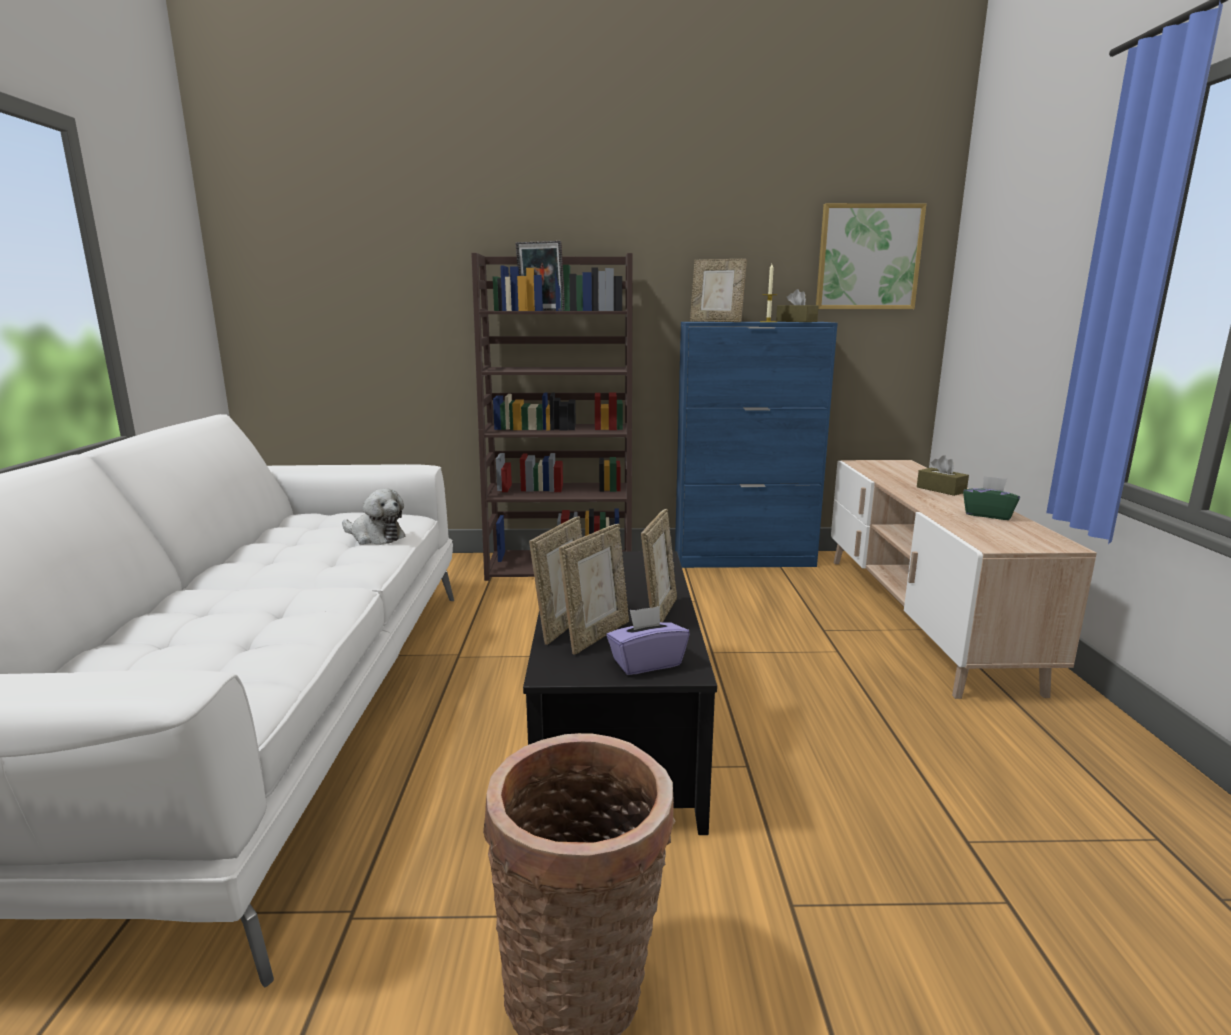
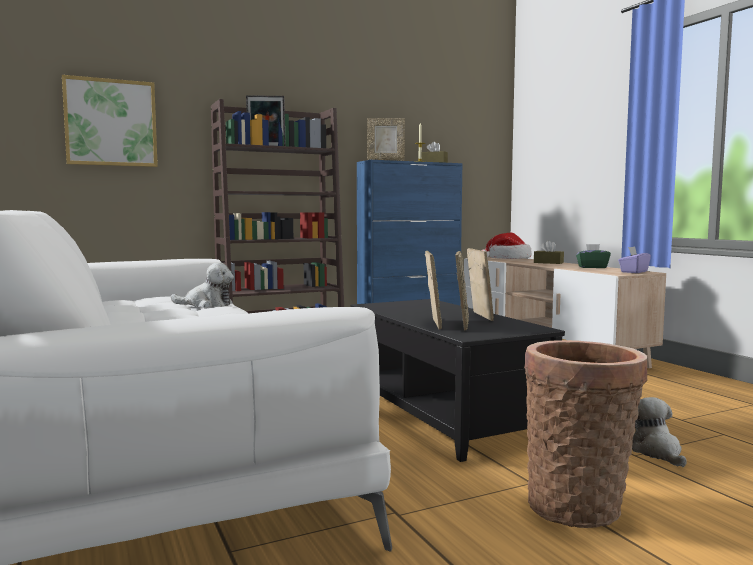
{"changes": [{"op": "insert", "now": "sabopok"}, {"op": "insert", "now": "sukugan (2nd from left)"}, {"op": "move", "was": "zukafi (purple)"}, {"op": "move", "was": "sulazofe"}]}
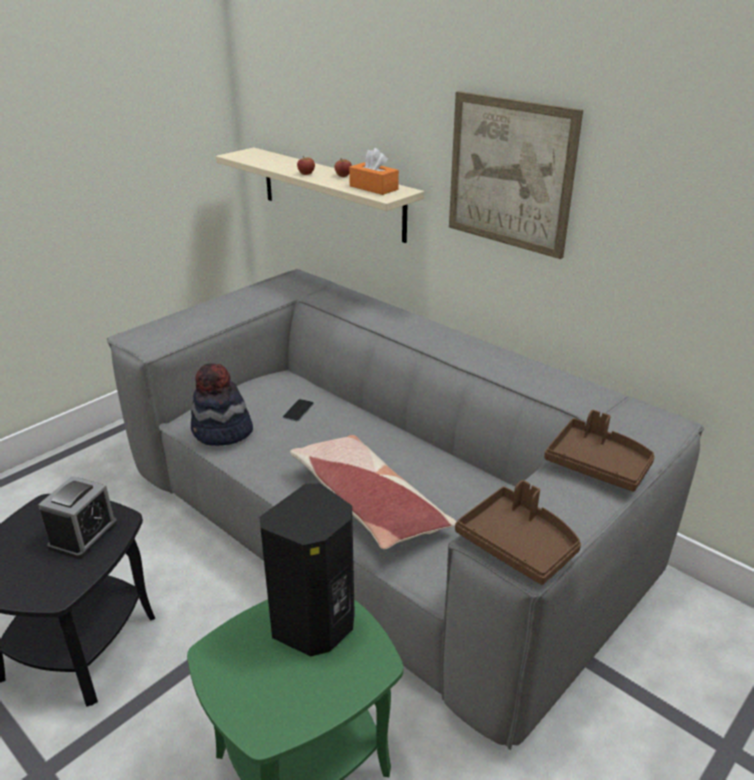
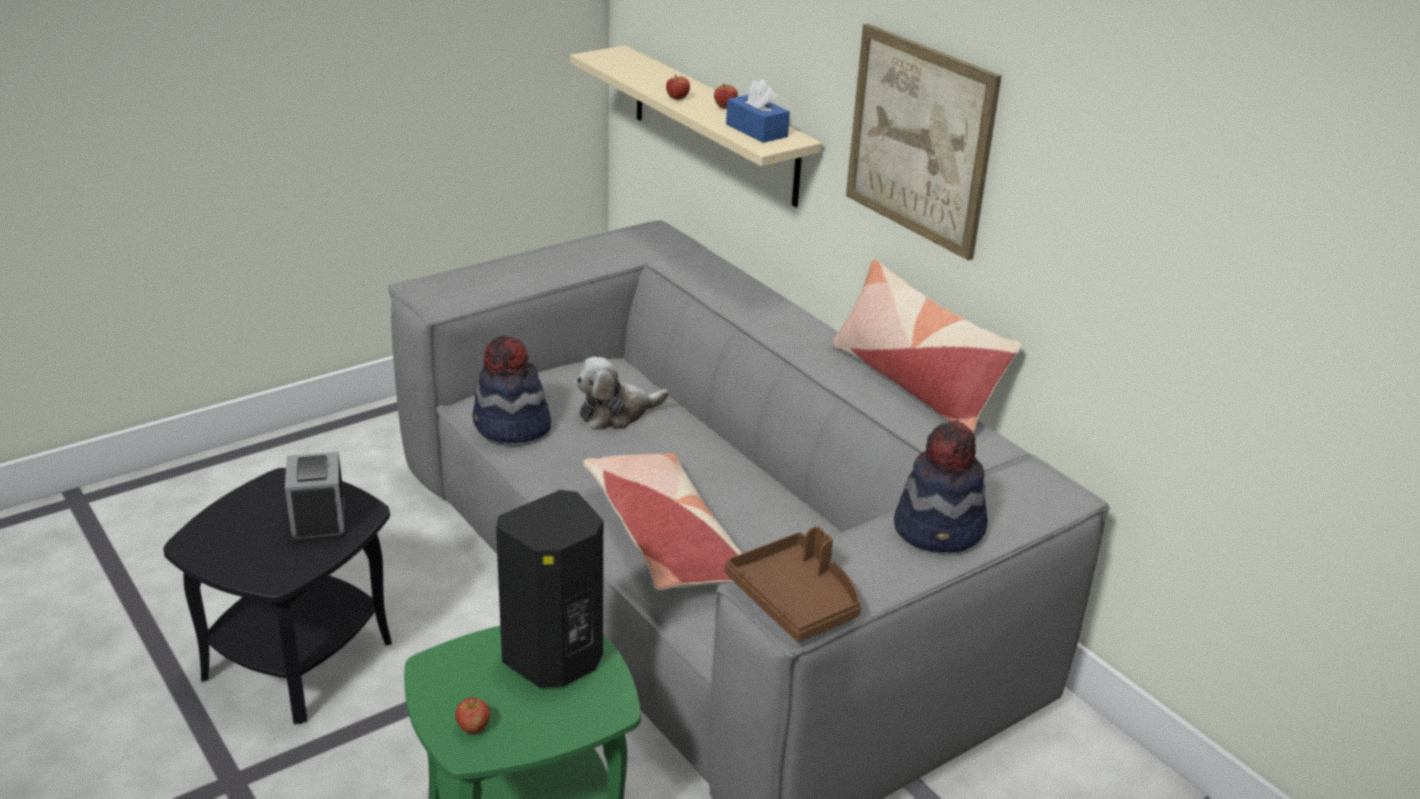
{"changes": [{"op": "insert", "now": "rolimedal (1st from left)"}, {"op": "insert", "now": "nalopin (2nd from left)"}, {"op": "replace", "was": "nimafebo", "now": "sukugan"}, {"op": "replace", "was": "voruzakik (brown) (2nd from left)", "now": "sabopok (2nd from left)"}, {"op": "recolor", "was": "zukafi (orange)", "now": "zukafi (blue)"}, {"op": "rotate", "was": "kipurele", "clockwise": 135}]}
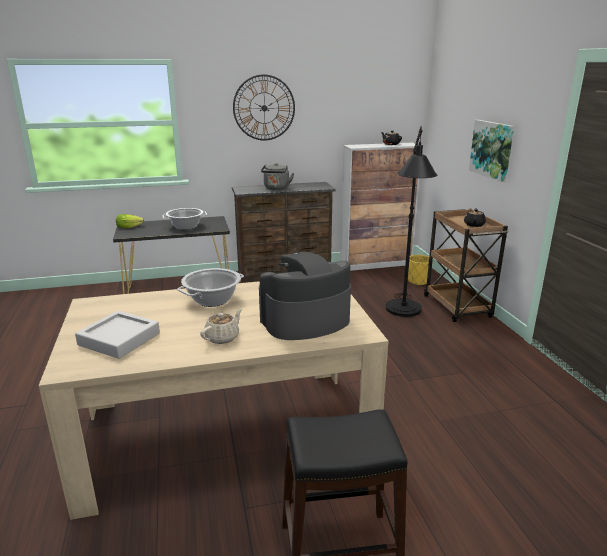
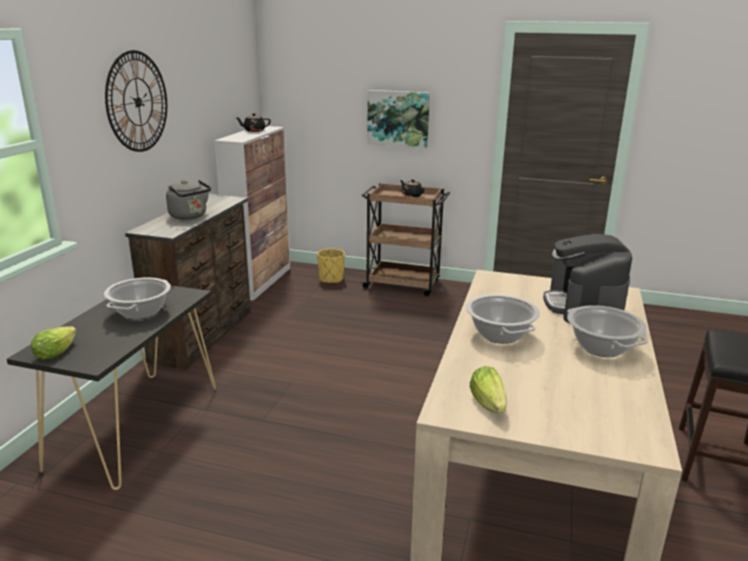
{"changes": [{"op": "delete", "was": "voruzakik (grey)"}, {"op": "delete", "was": "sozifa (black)"}, {"op": "insert", "now": "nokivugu (2nd from left)"}, {"op": "replace", "was": "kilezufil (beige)", "now": "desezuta (3rd from left)"}]}
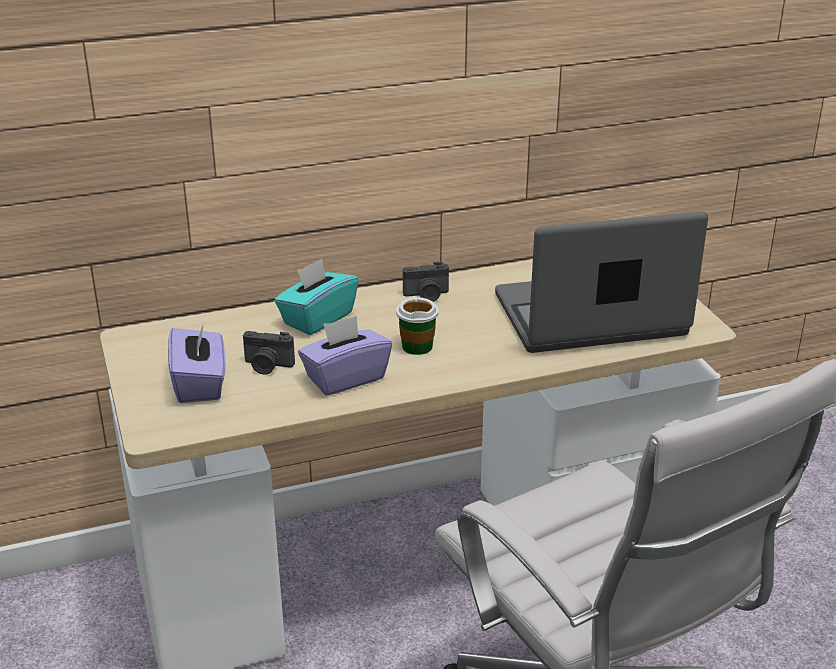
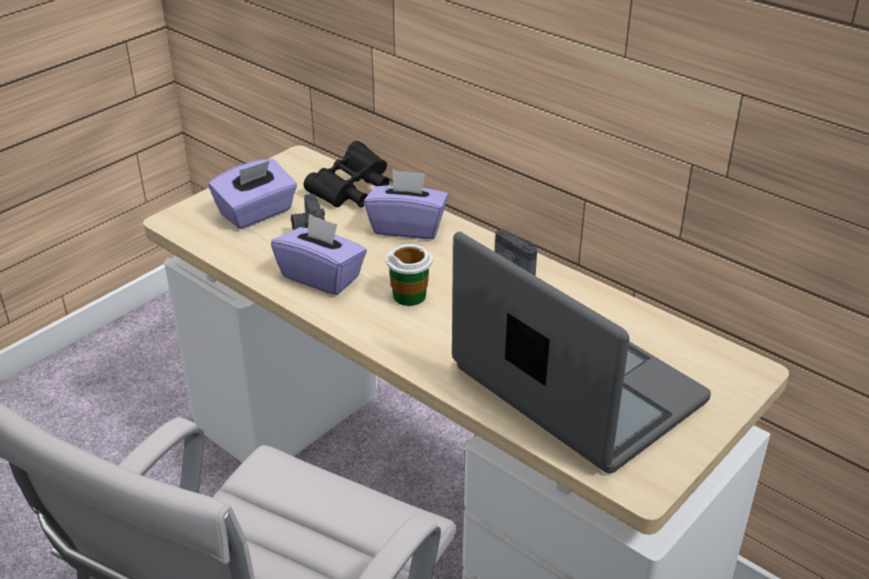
{"changes": [{"op": "insert", "now": "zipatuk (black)"}, {"op": "recolor", "was": "zukafi (turquoise)", "now": "zukafi (purple) (3rd from left)"}]}
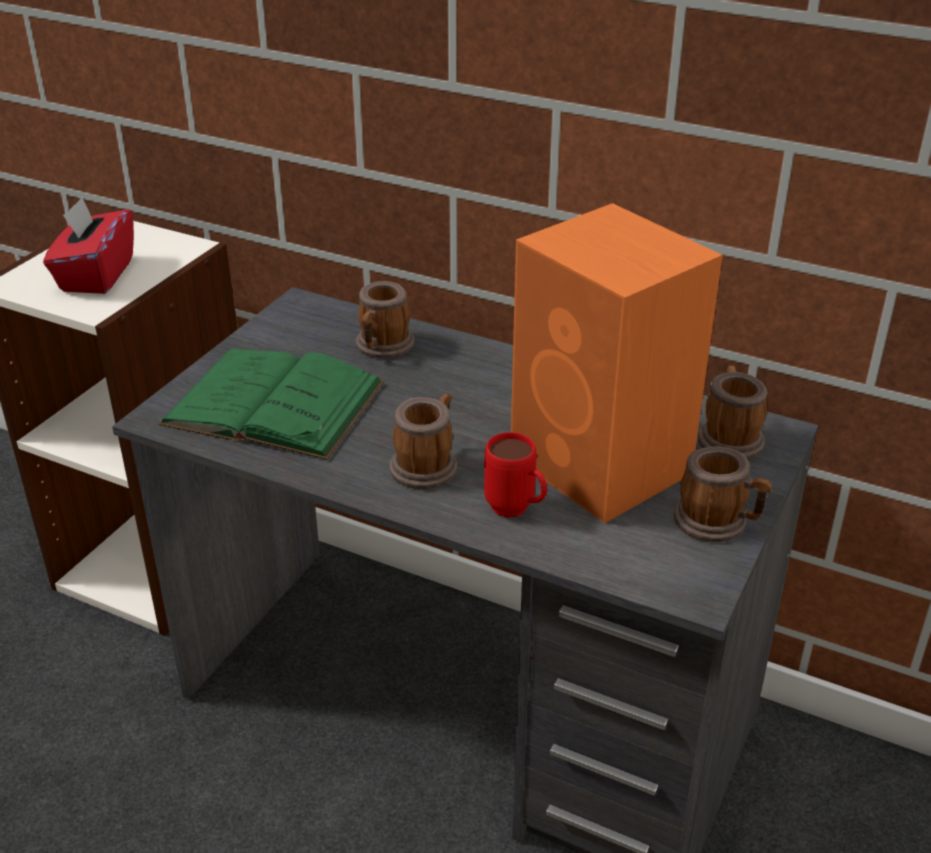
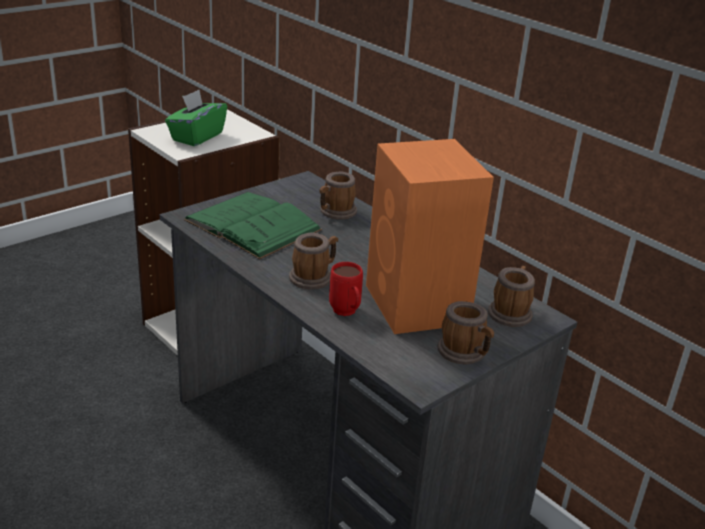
{"changes": [{"op": "recolor", "was": "zukafi (red)", "now": "zukafi (green)"}]}
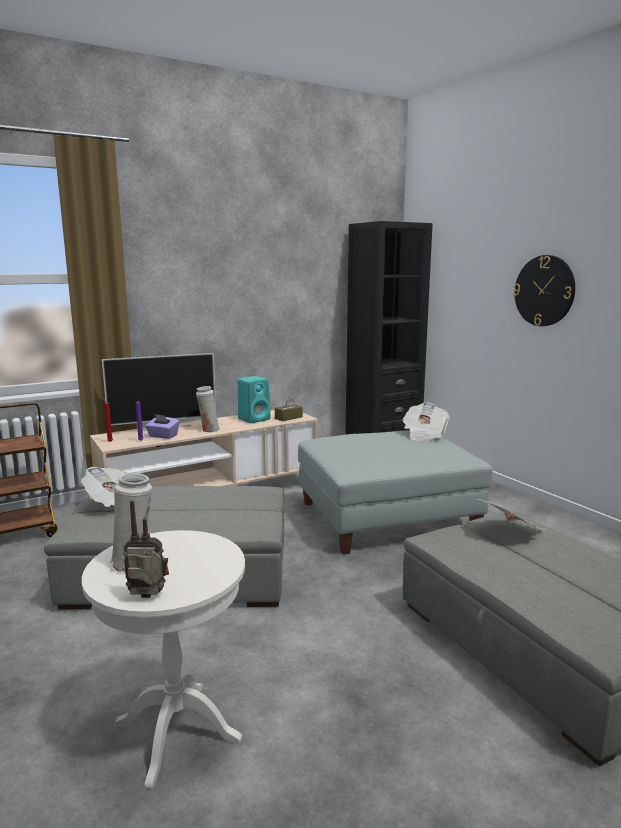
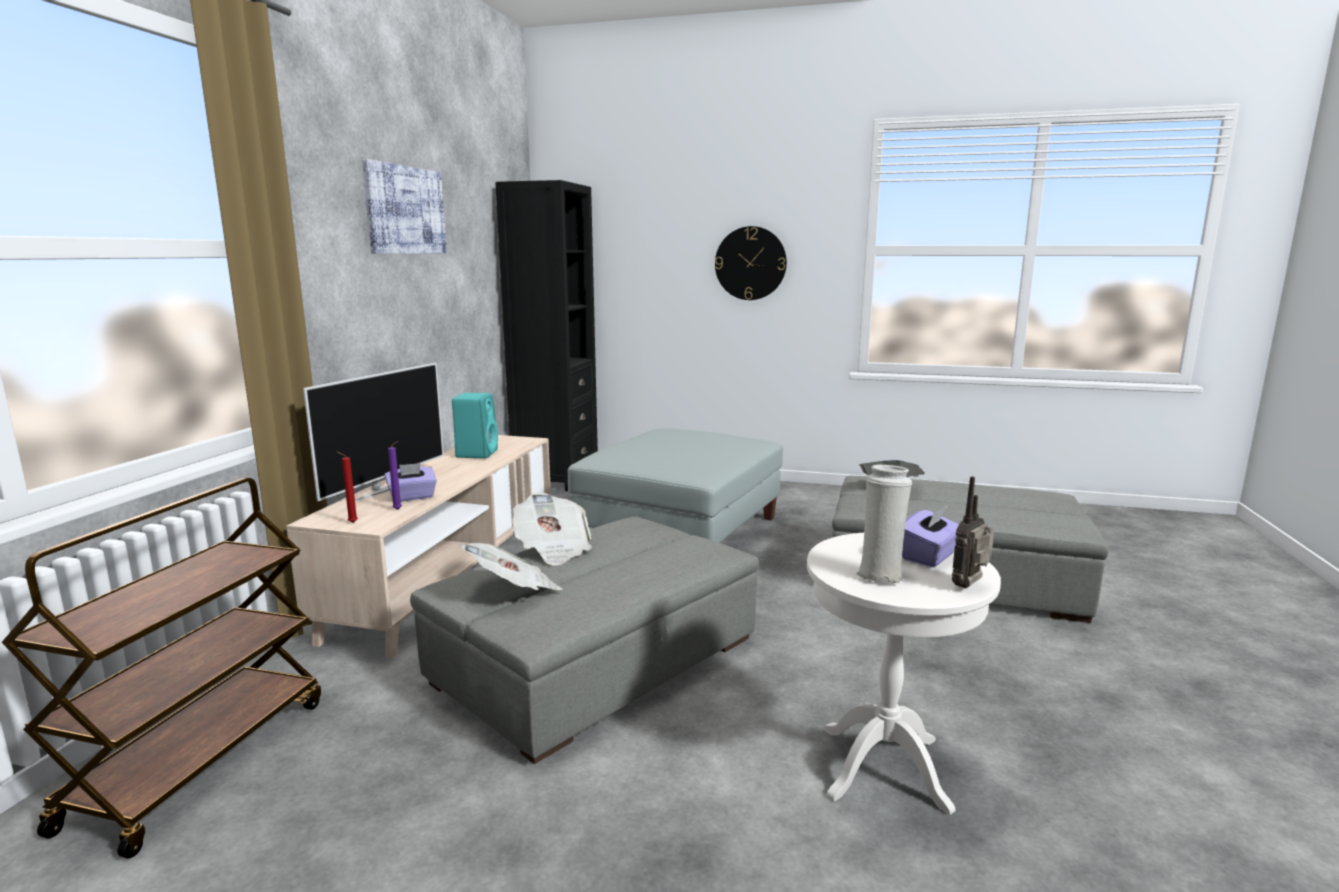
{"changes": [{"op": "delete", "was": "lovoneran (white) (2nd from left)"}, {"op": "delete", "was": "zukafi (brown)"}, {"op": "insert", "now": "sulazofe"}, {"op": "insert", "now": "zukafi (purple) (2nd from left)"}, {"op": "move", "was": "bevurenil (2nd from left)"}]}
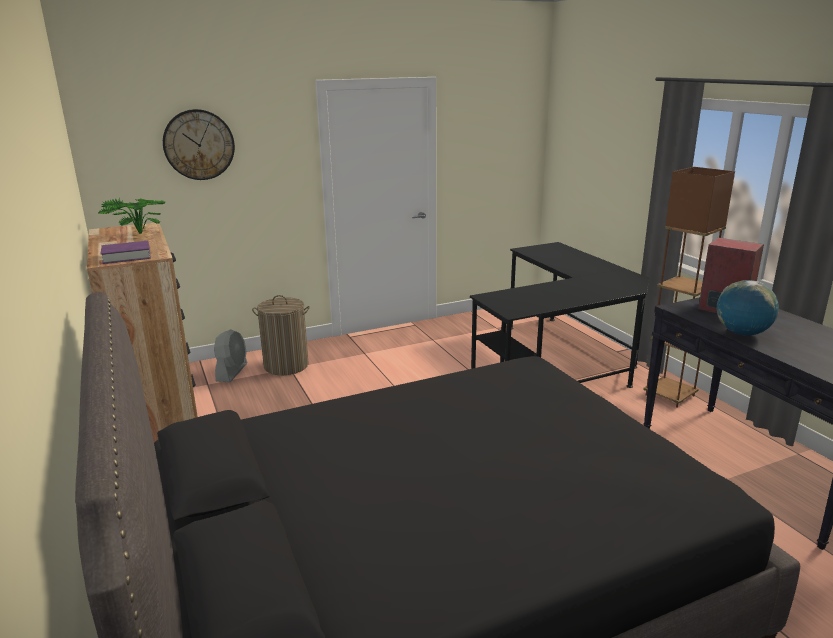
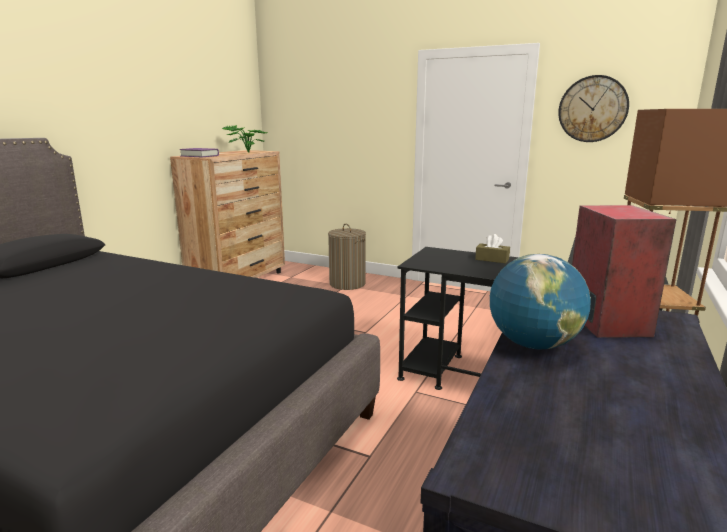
{"changes": [{"op": "delete", "was": "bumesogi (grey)"}, {"op": "insert", "now": "zukafi (brown)"}, {"op": "move", "was": "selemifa"}]}
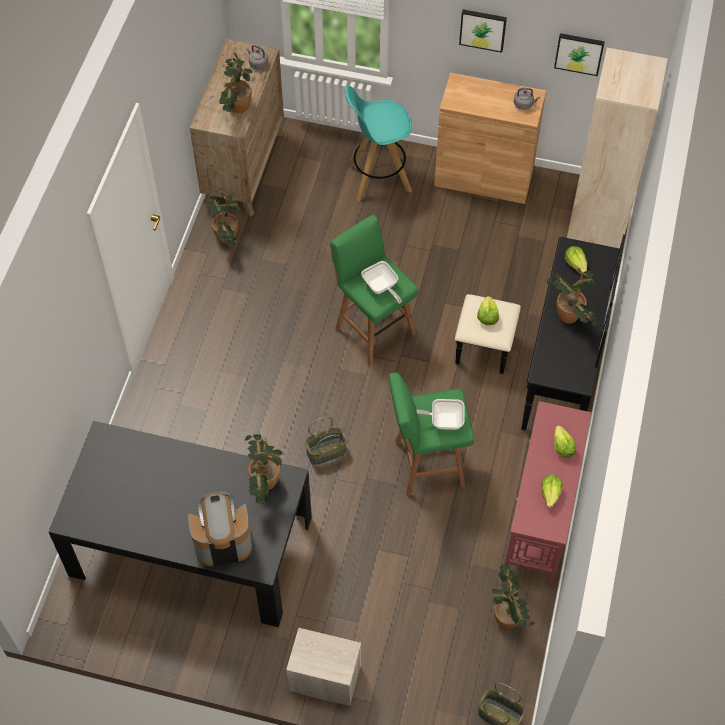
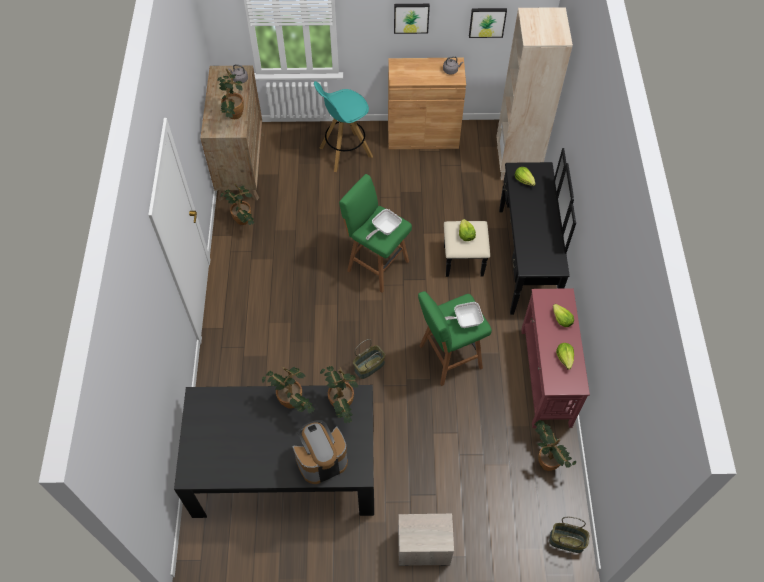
{"changes": [{"op": "move", "was": "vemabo (5th from left in the first image)", "now": "vemabo (3rd from left)"}, {"op": "rotate", "was": "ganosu (1st from left)", "clockwise": 90}]}
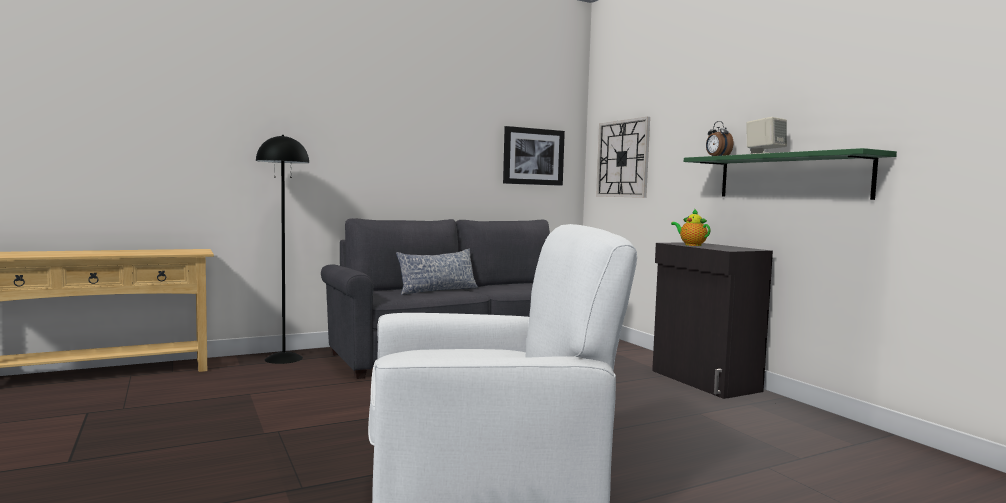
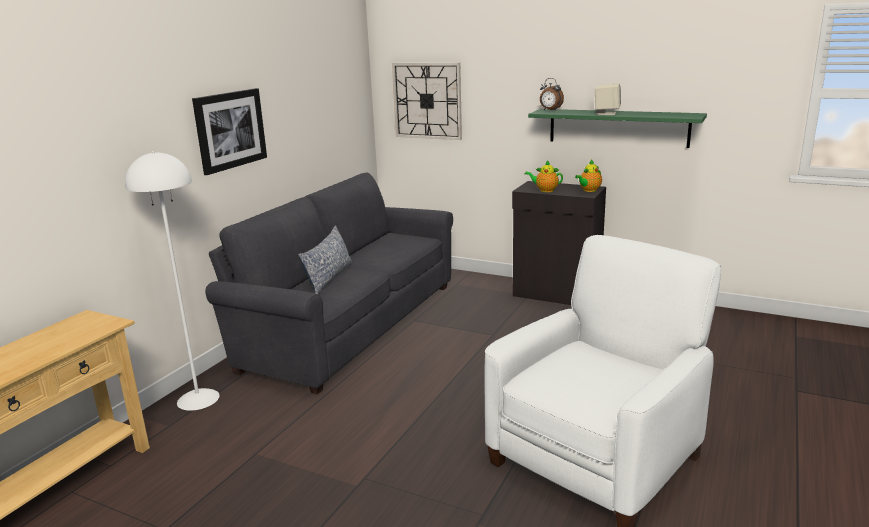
{"changes": [{"op": "insert", "now": "kilezufil (2nd from left)"}, {"op": "move", "was": "sulazofe"}, {"op": "recolor", "was": "sozifa (black)", "now": "sozifa (white)"}]}
